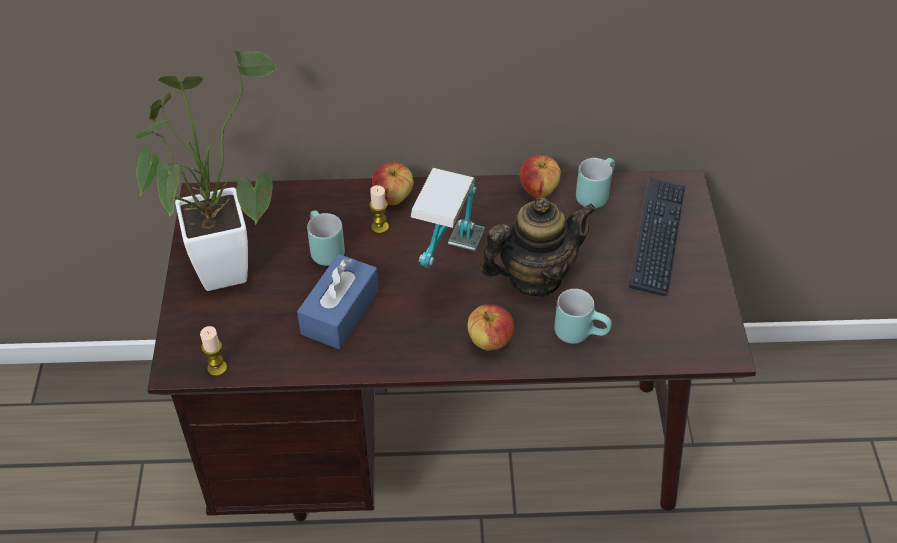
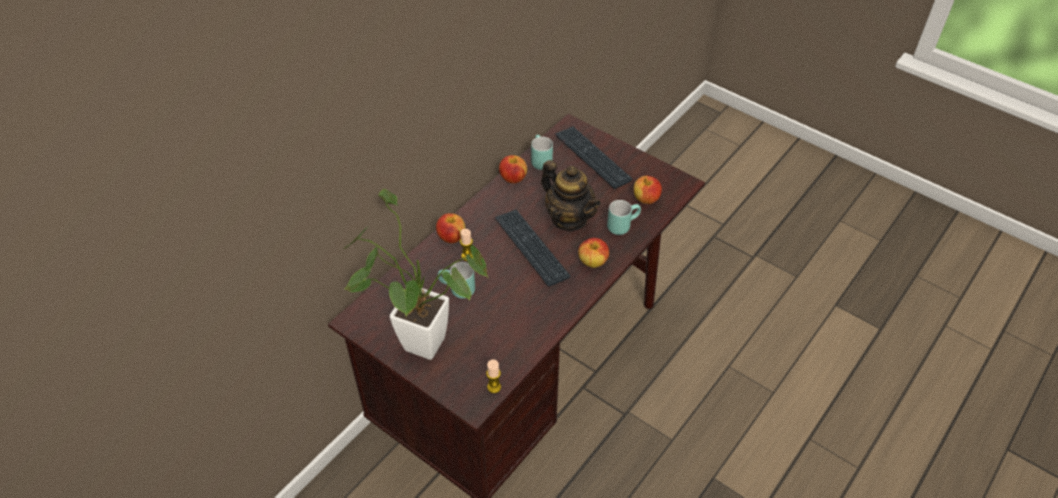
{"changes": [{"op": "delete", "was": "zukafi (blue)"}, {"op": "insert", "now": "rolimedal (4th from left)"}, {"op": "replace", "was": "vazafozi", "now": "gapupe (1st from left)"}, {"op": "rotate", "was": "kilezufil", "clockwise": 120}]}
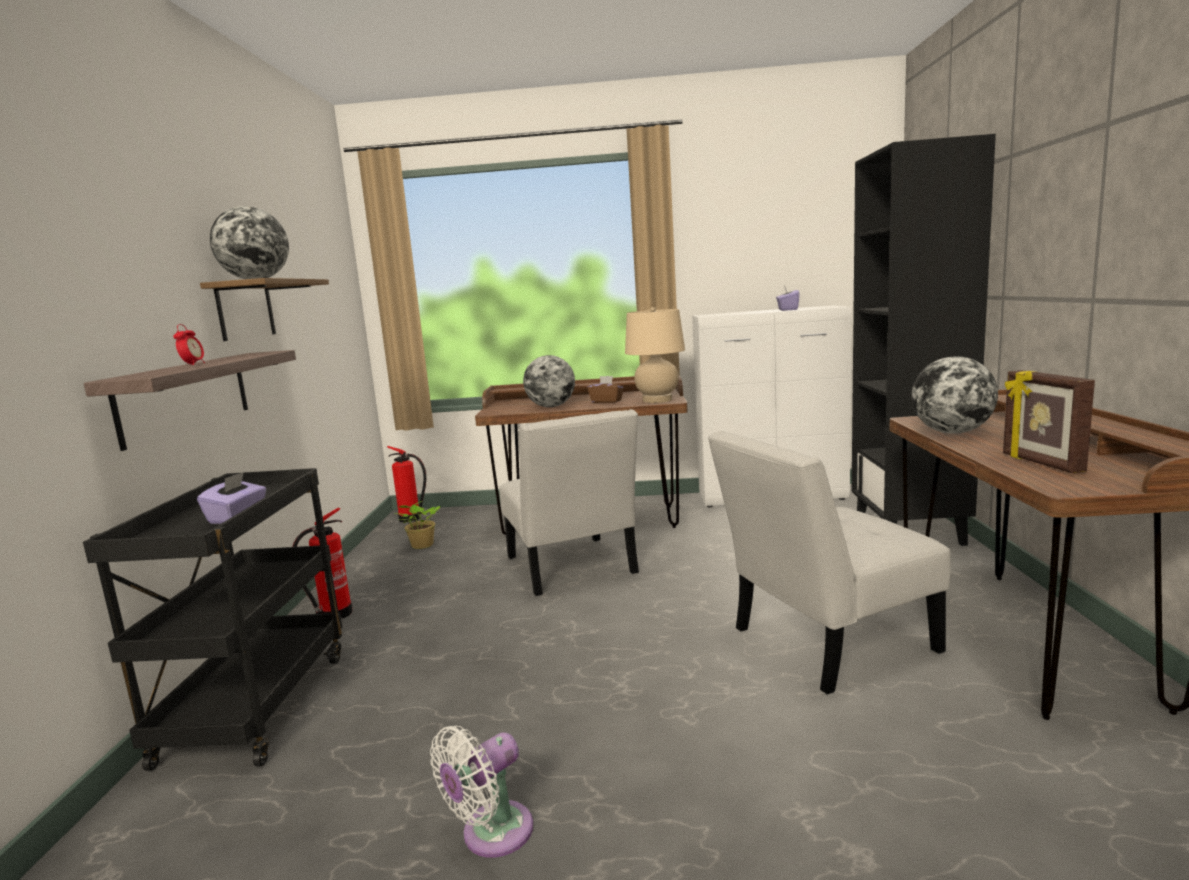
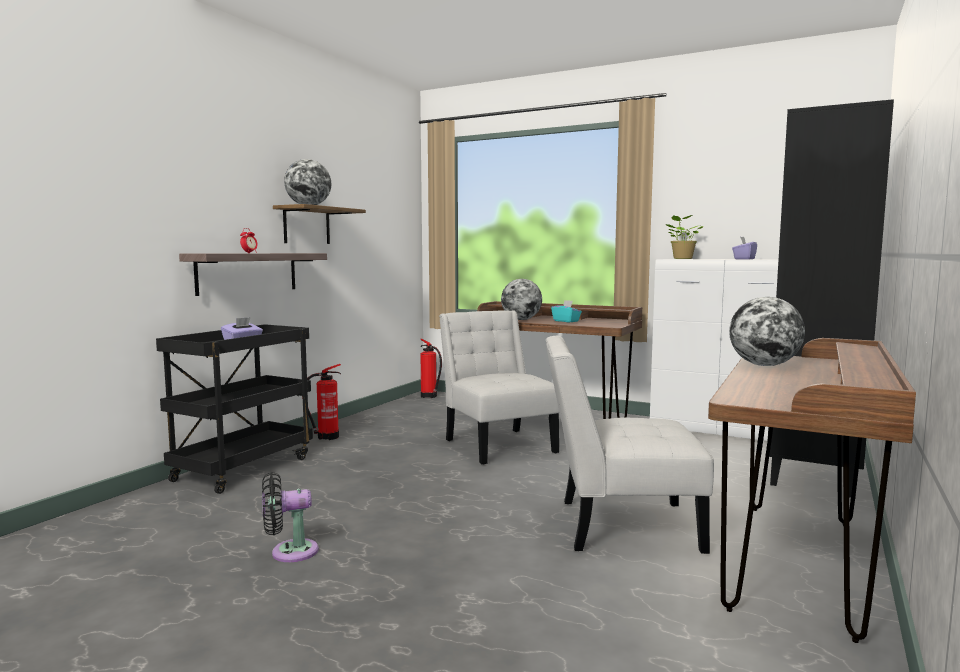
{"changes": [{"op": "delete", "was": "vazafozi (beige)"}, {"op": "delete", "was": "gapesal"}, {"op": "move", "was": "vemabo"}, {"op": "recolor", "was": "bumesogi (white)", "now": "bumesogi (black)"}, {"op": "recolor", "was": "zukafi (brown)", "now": "zukafi (turquoise)"}, {"op": "rotate", "was": "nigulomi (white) (1st from left)", "clockwise": 150}]}
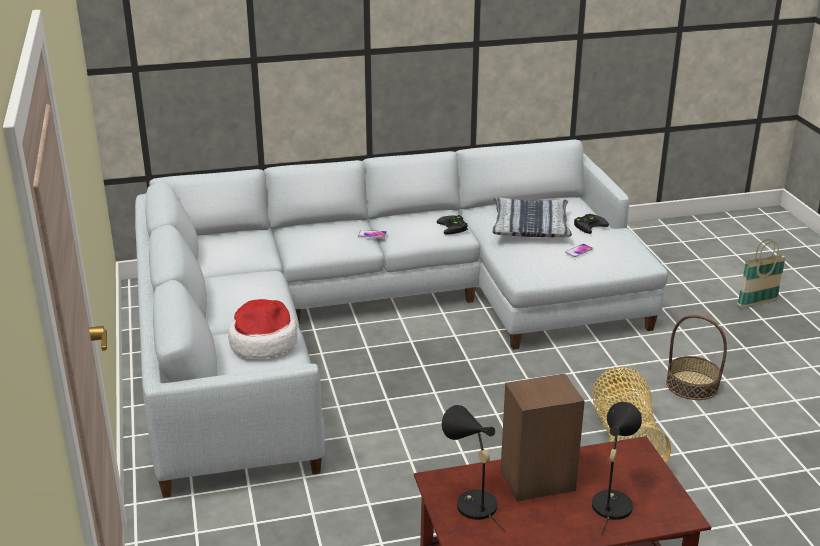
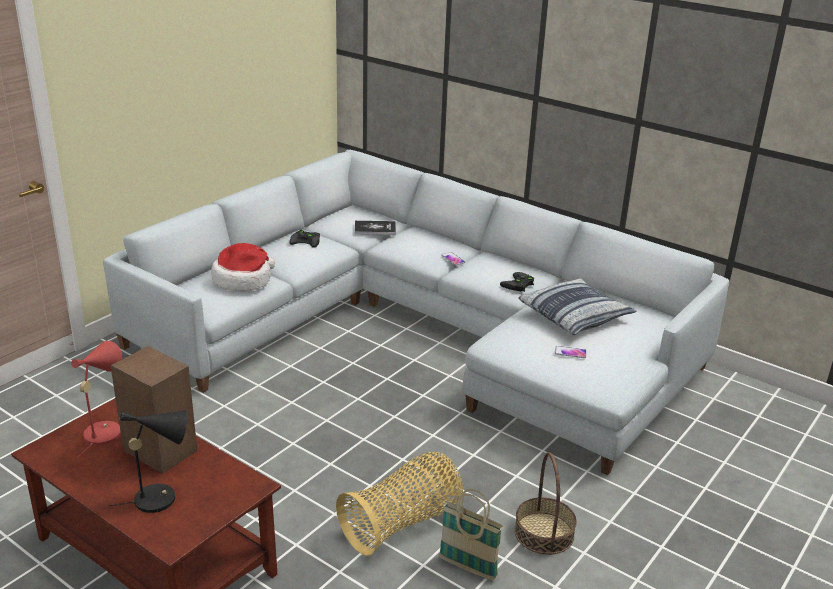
{"changes": [{"op": "insert", "now": "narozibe"}, {"op": "move", "was": "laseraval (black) (2nd from left in the first image)", "now": "laseraval (black) (1st from left)"}, {"op": "move", "was": "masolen (3rd from left in the first image)", "now": "masolen (2nd from left)"}, {"op": "recolor", "was": "vazafozi (black) (1st from left)", "now": "vazafozi (red)"}]}
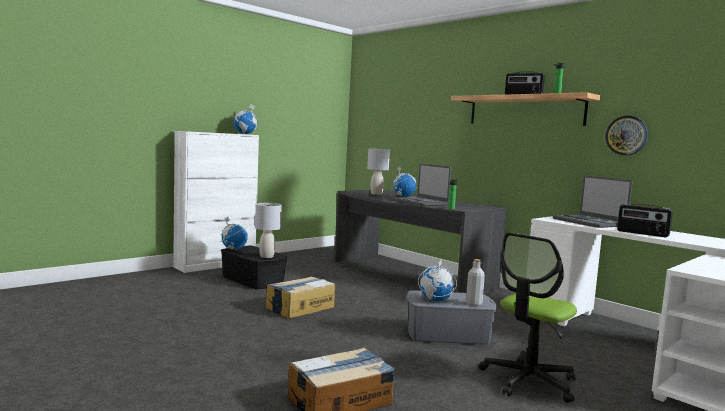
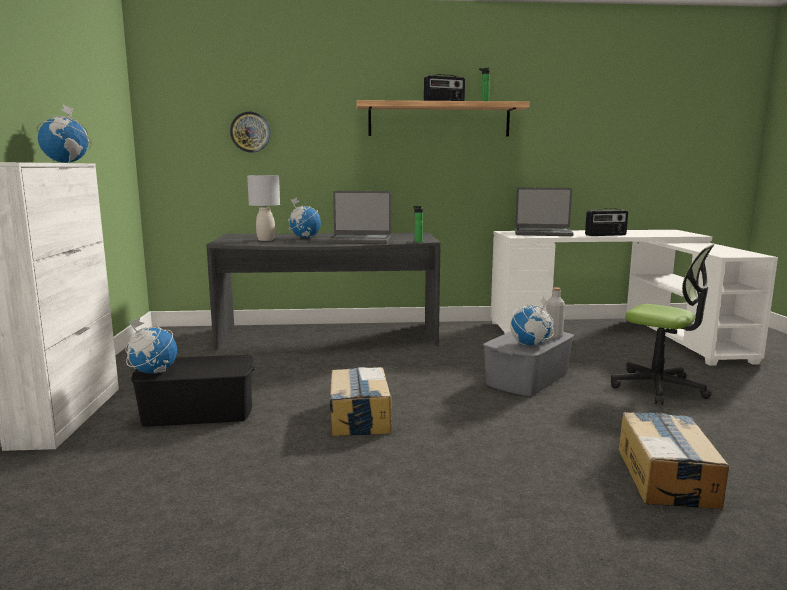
{"changes": [{"op": "delete", "was": "vazafozi (grey) (1st from left)"}, {"op": "move", "was": "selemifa"}, {"op": "rotate", "was": "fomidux", "clockwise": -45}]}
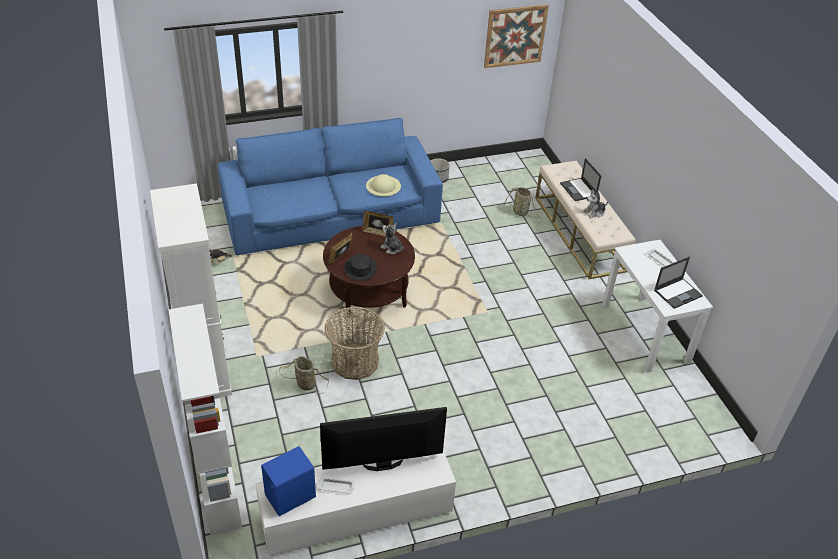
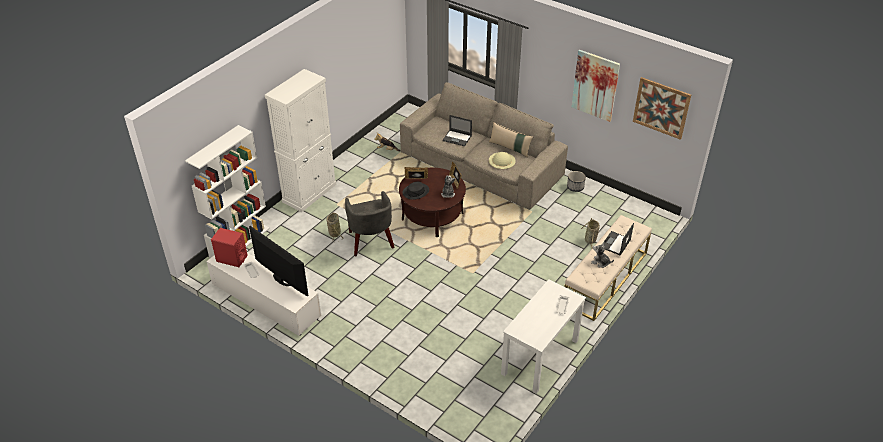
{"changes": [{"op": "insert", "now": "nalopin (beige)"}, {"op": "insert", "now": "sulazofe (1st from left)"}, {"op": "move", "was": "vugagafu (2nd from left in the first image)", "now": "vugagafu (1st from left)"}, {"op": "replace", "was": "masolen (2nd from left)", "now": "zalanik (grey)"}, {"op": "recolor", "was": "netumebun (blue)", "now": "netumebun (beige)"}, {"op": "recolor", "was": "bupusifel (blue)", "now": "bupusifel (red)"}]}
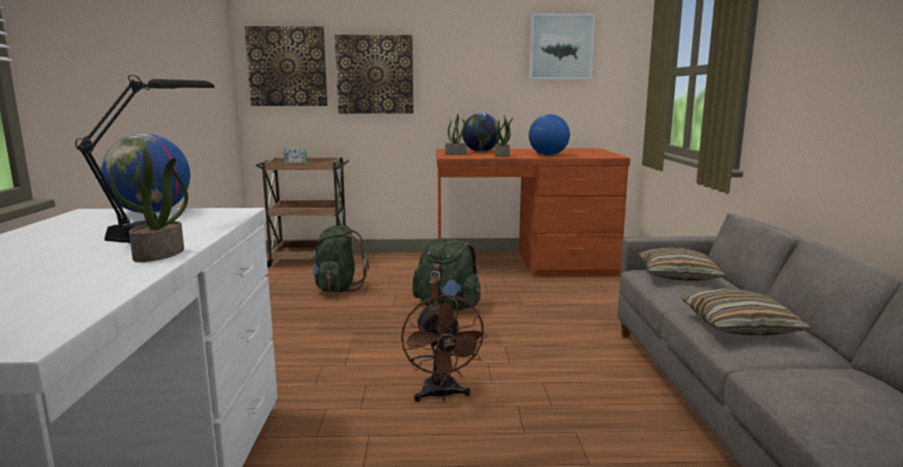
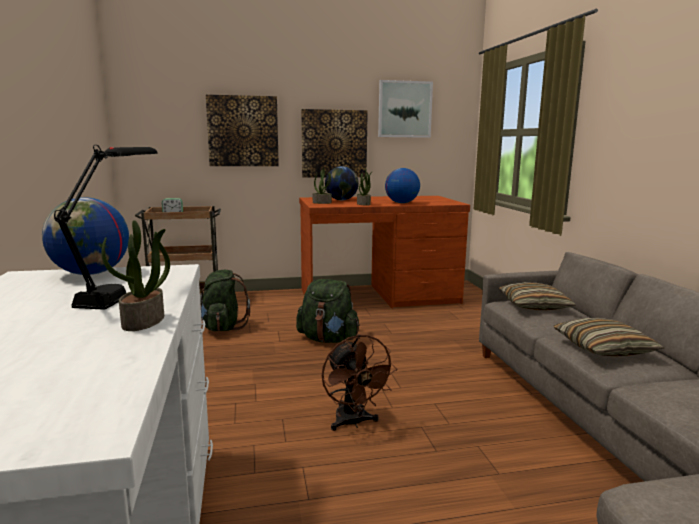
{"changes": [{"op": "move", "was": "sulazofe (1st from left in the first image)", "now": "sulazofe (2nd from left)"}]}
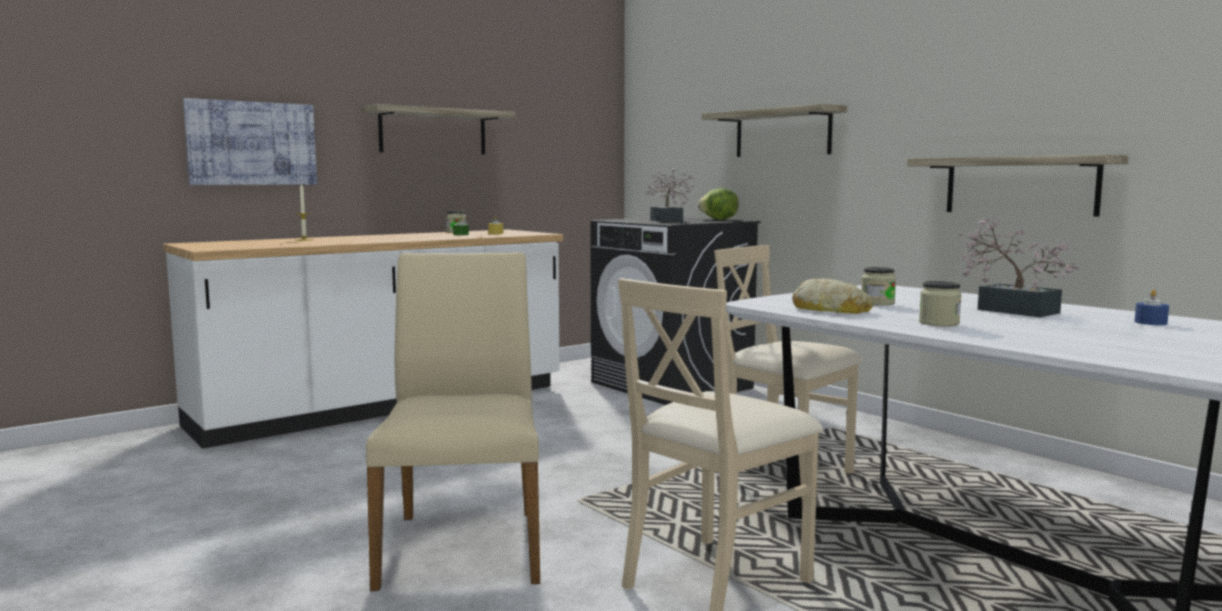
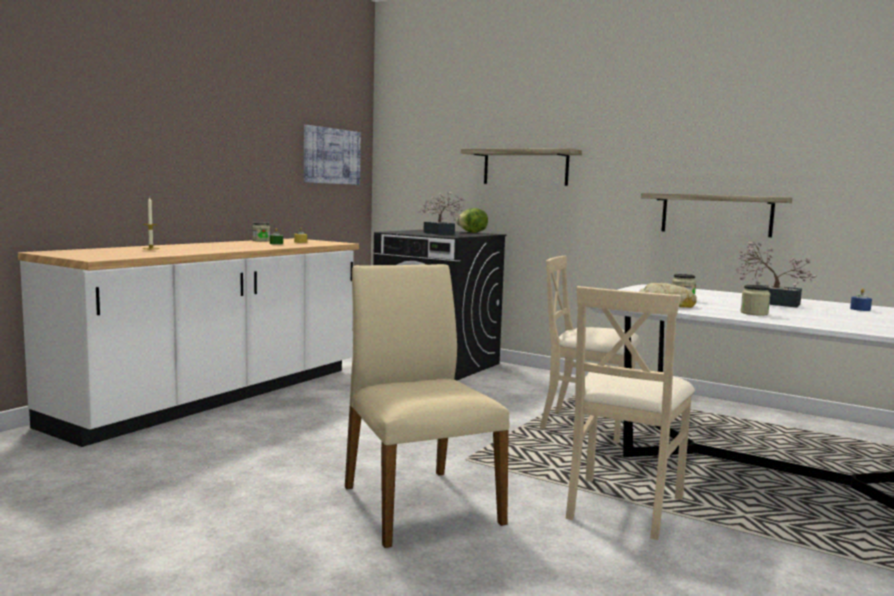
{"changes": [{"op": "delete", "was": "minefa (1st from left)"}, {"op": "move", "was": "sulazofe"}]}
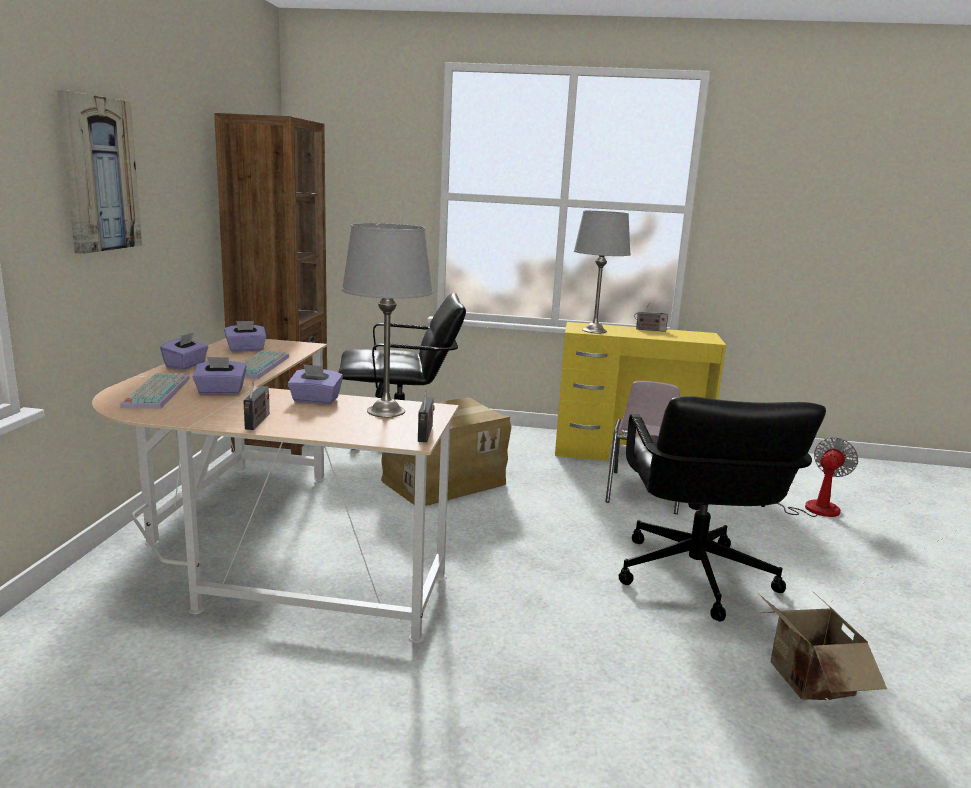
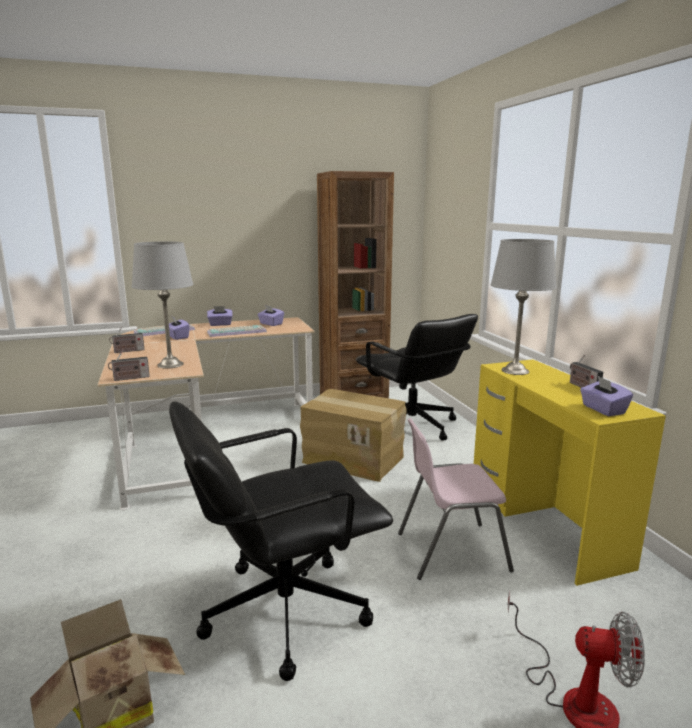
{"changes": [{"op": "delete", "was": "sulazofe"}, {"op": "move", "was": "zukafi (purple) (4th from left)"}]}
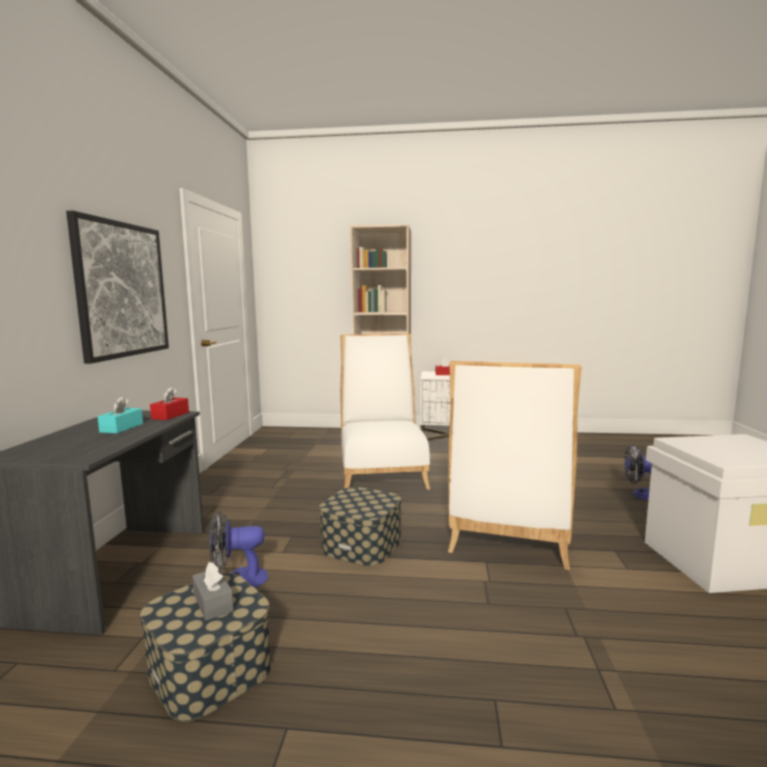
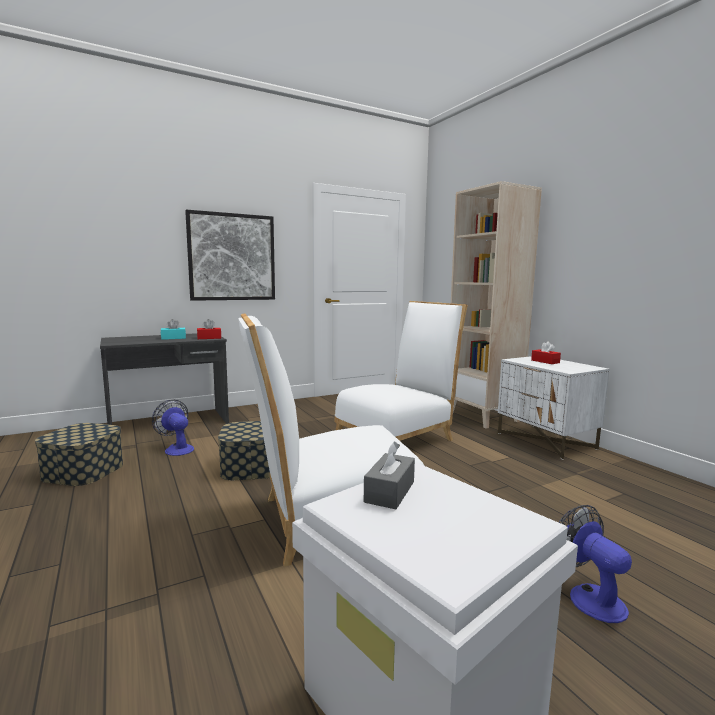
{"changes": [{"op": "move", "was": "zukafi (grey)"}]}
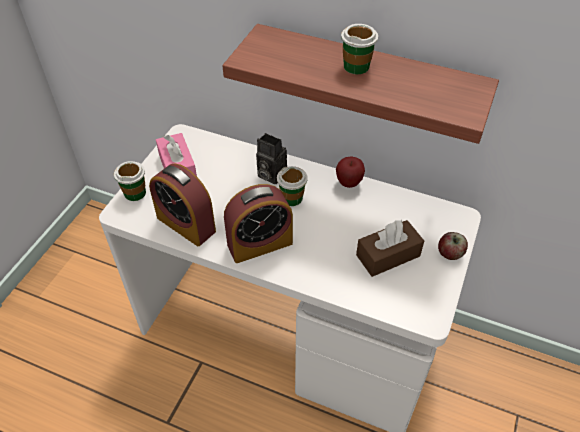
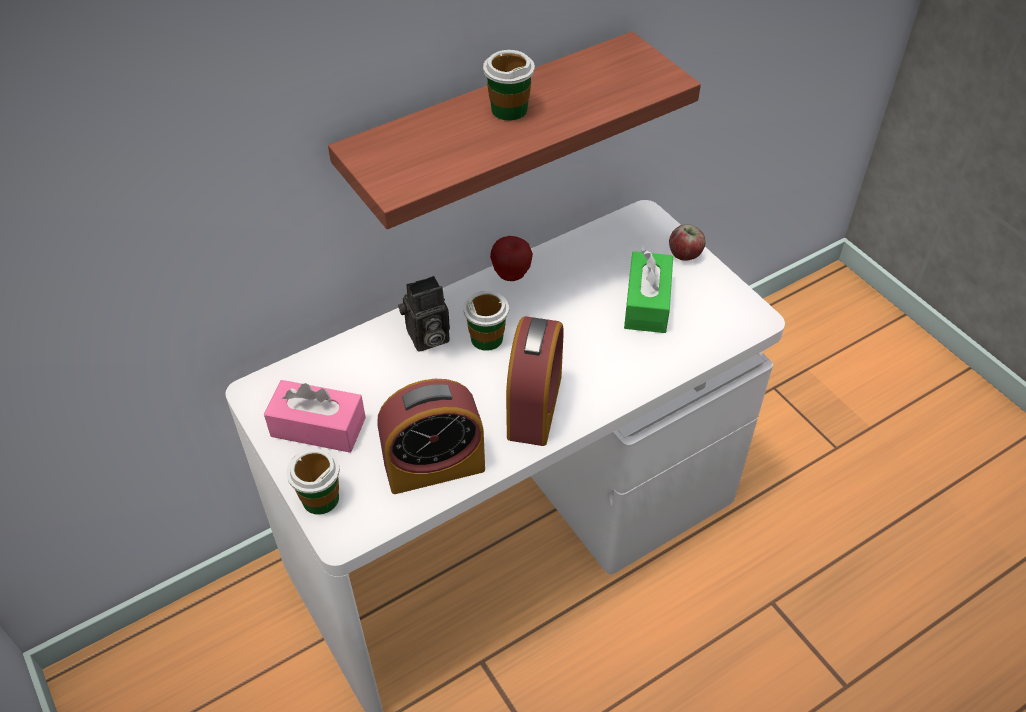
{"changes": [{"op": "recolor", "was": "zukafi (brown)", "now": "zukafi (green)"}]}
